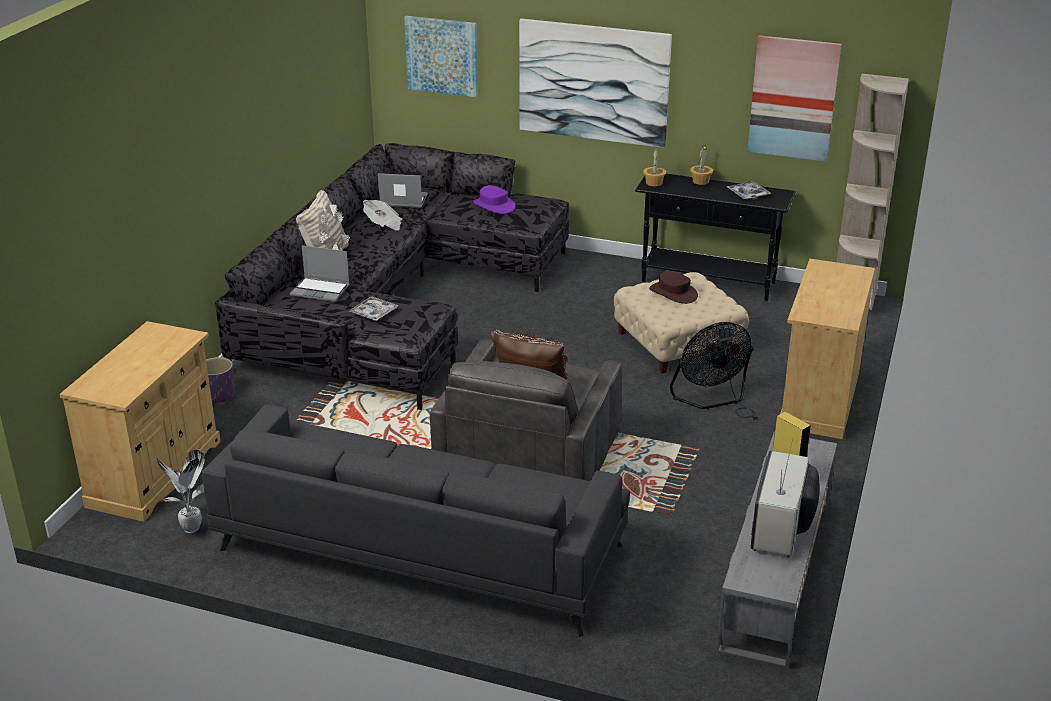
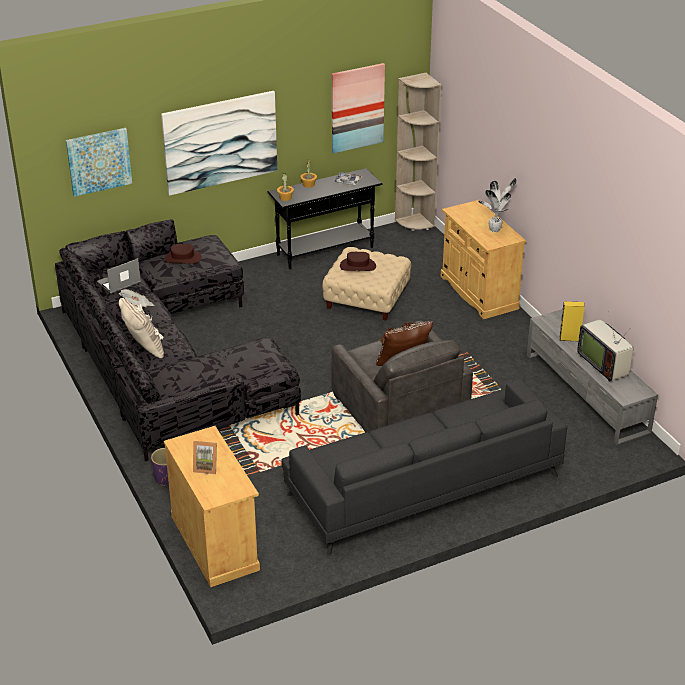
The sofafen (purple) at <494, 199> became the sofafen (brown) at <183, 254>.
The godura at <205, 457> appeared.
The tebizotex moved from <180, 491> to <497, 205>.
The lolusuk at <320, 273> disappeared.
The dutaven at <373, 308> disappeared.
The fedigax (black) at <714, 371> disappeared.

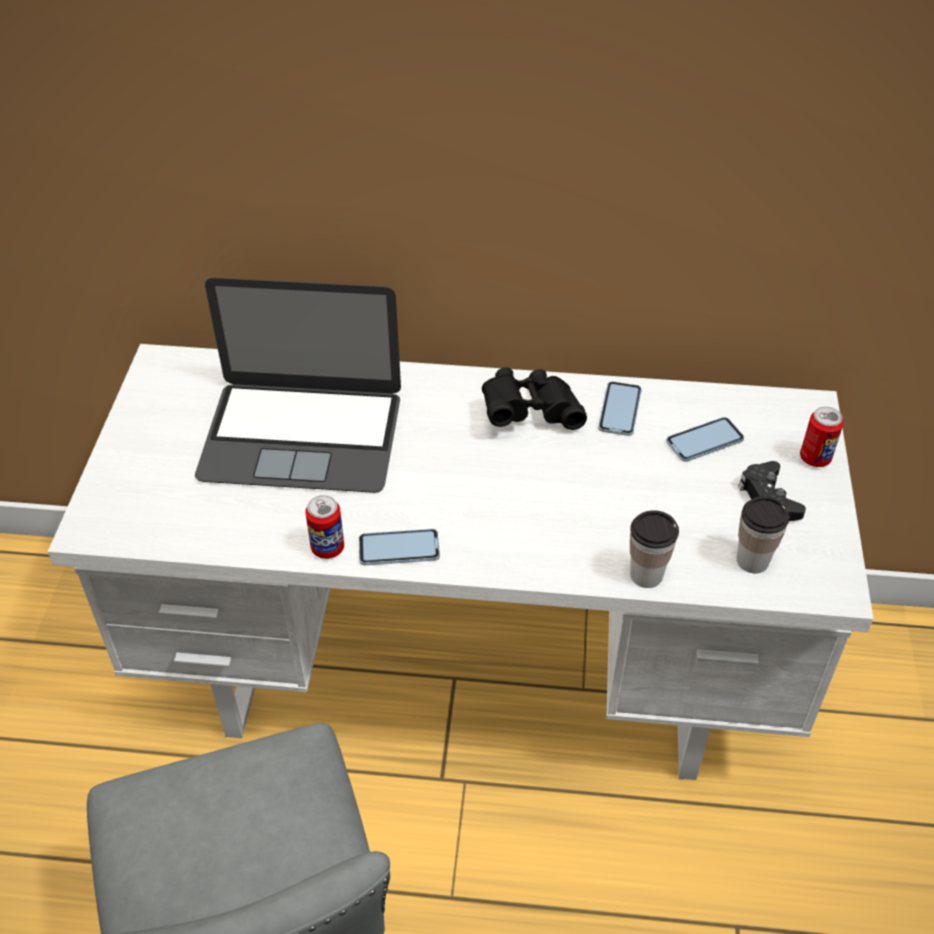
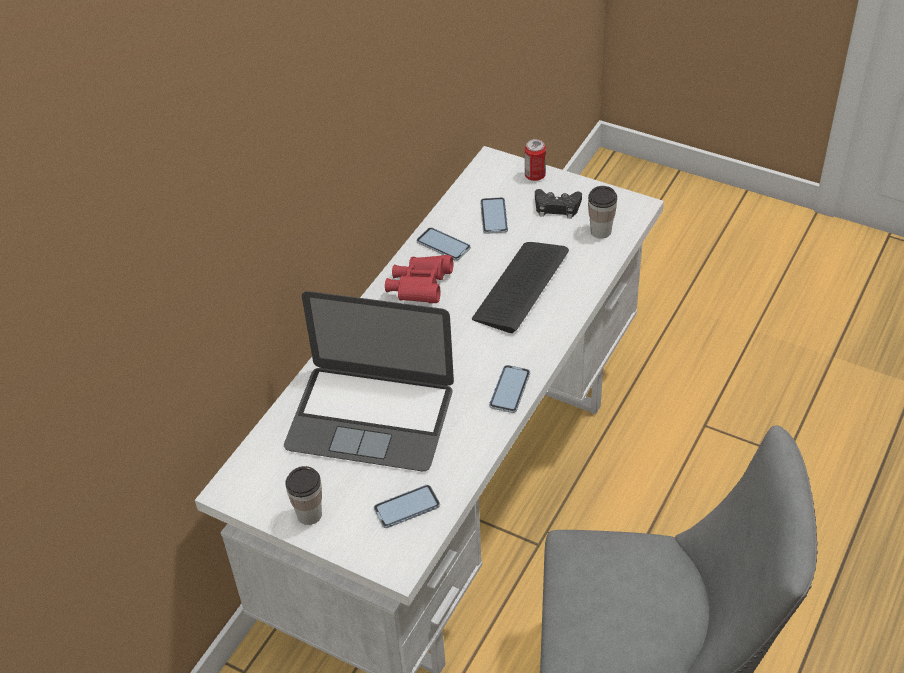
The lolusuk at <298, 385> turned 75 degrees clockwise.
The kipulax moved from <654, 549> to <303, 495>.
The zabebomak at <406, 506> appeared.
The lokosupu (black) at <534, 398> became the lokosupu (red) at <419, 279>.
The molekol at <520, 287> appeared.
The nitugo at <324, 527> disappeared.

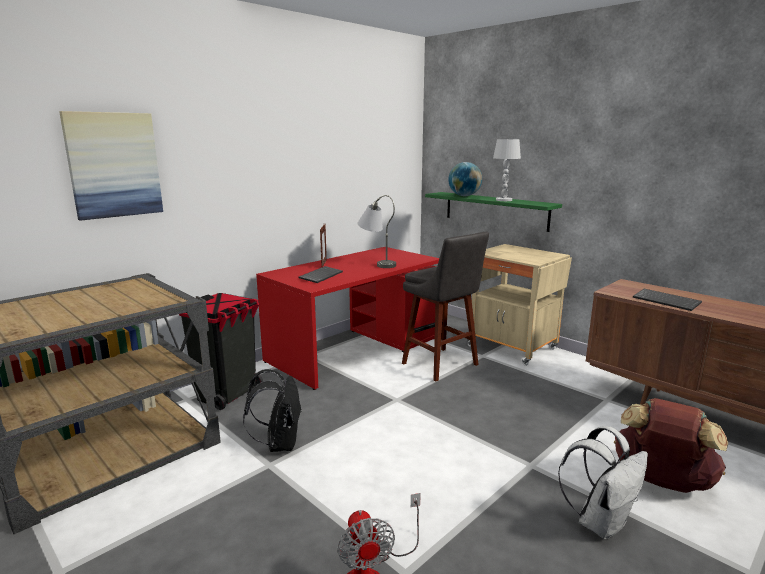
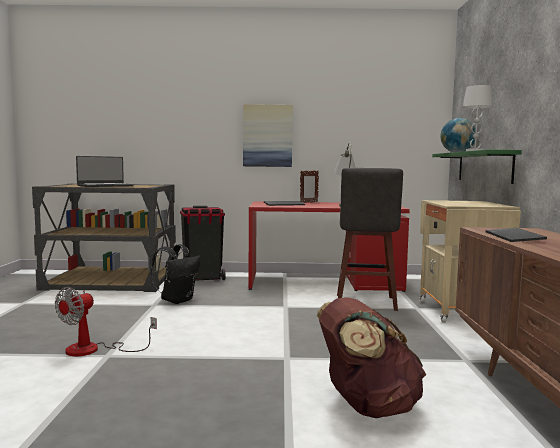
The lolusuk at <105, 171> appeared.
The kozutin moved from <111, 166> to <268, 135>.
The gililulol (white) at <603, 482> disappeared.

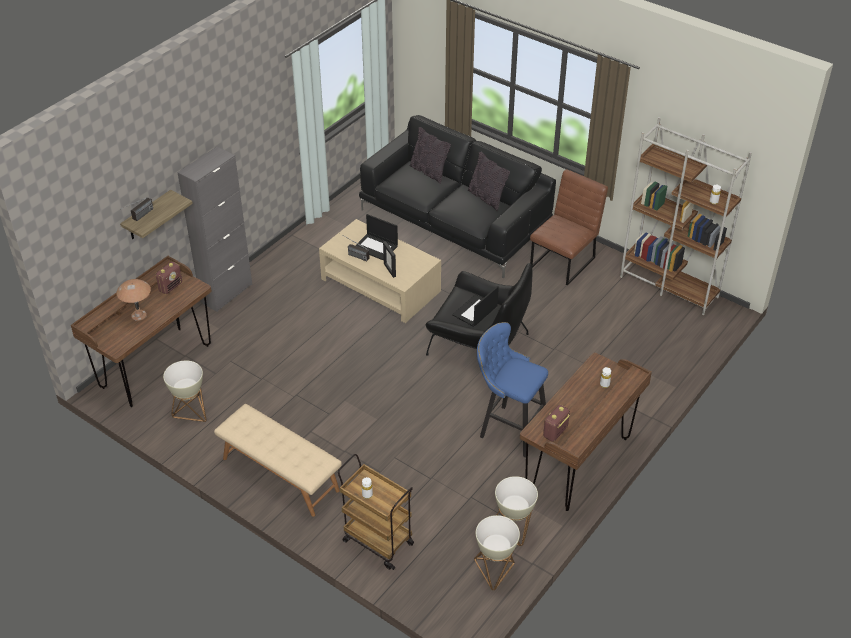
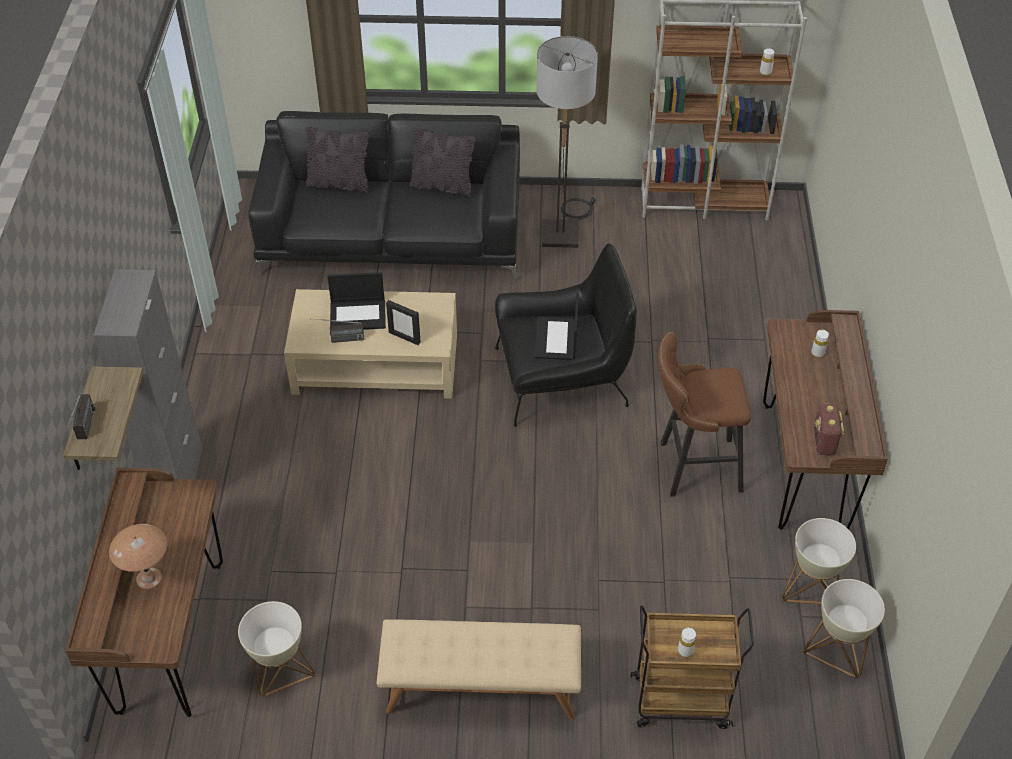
The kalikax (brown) at <569, 227> was replaced by the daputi at <567, 142>.
The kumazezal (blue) at <512, 390> became the kumazezal (brown) at <704, 414>.
The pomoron at <168, 278> disappeared.

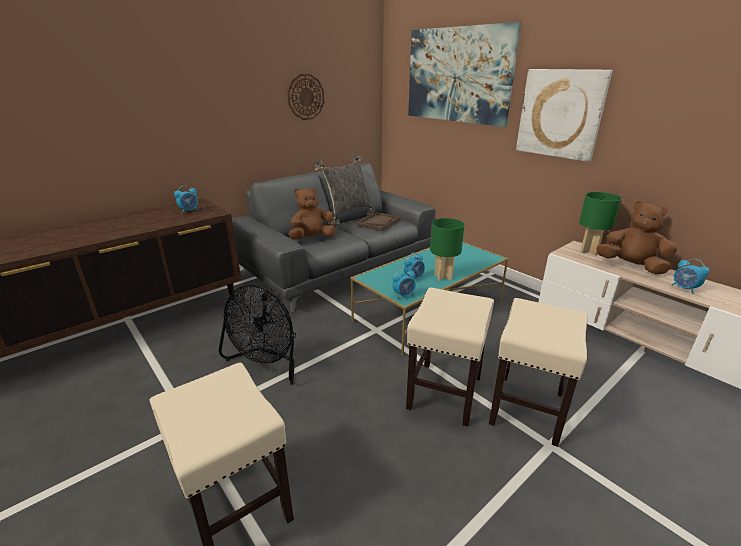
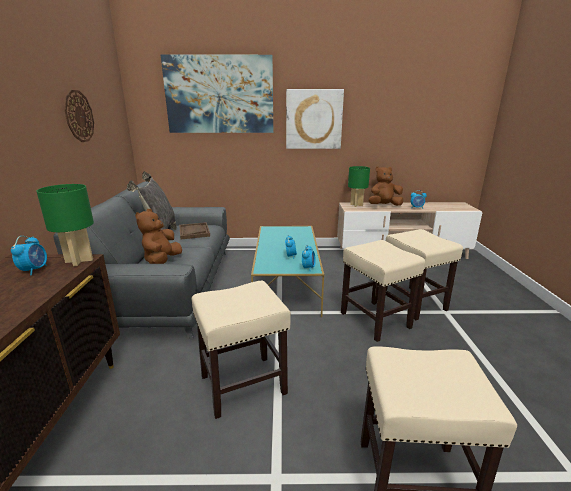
The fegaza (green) moved from <447, 249> to <65, 225>.
The fedigax (black) at <257, 335> was replaced by the kumazezal (beige) at <241, 350>.

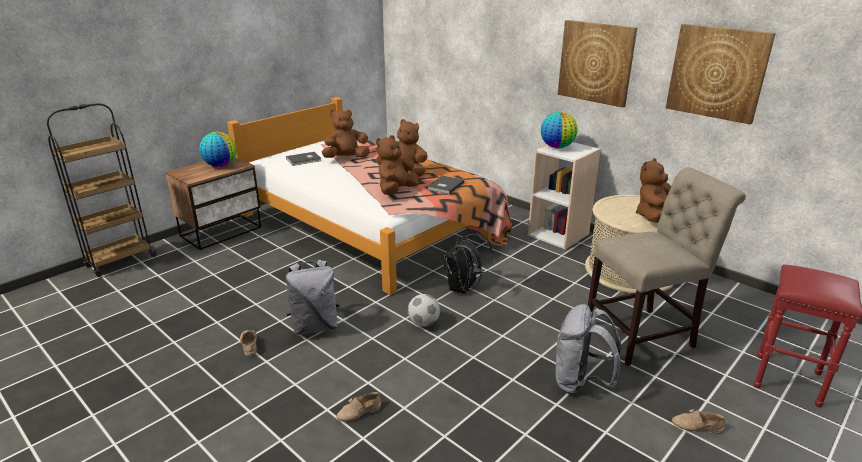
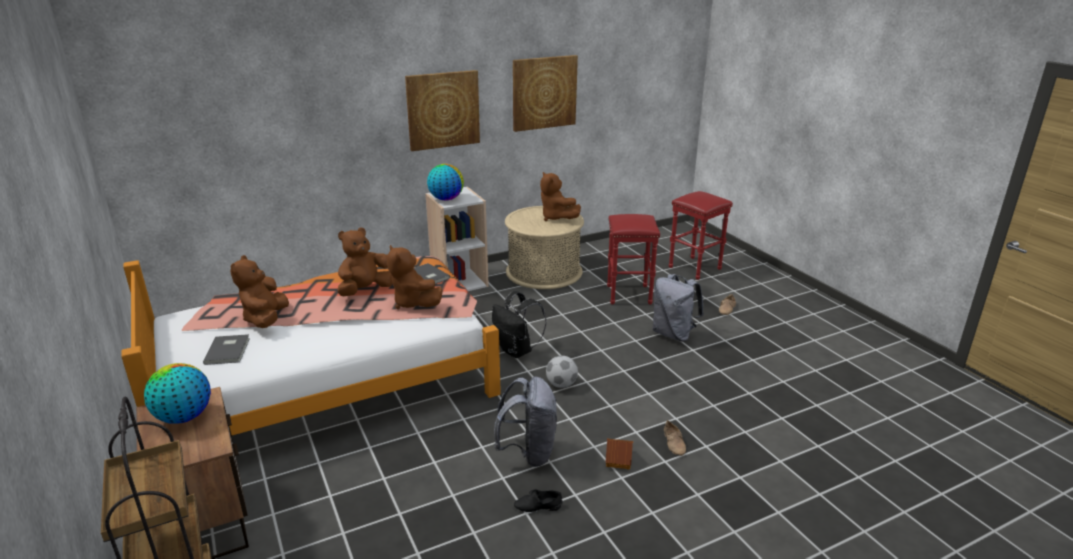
The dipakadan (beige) at <248, 343> became the dipakadan (black) at <538, 500>.
The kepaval at <619, 454> appeared.
The kalikax (beige) at <667, 266> was replaced by the kumazezal (red) at <633, 259>.

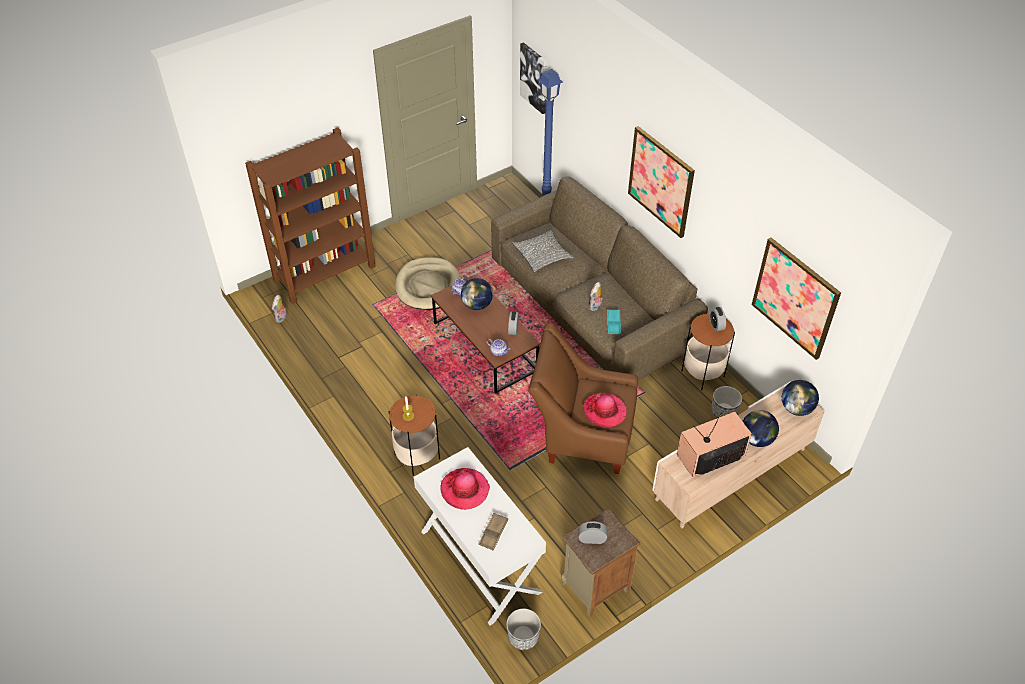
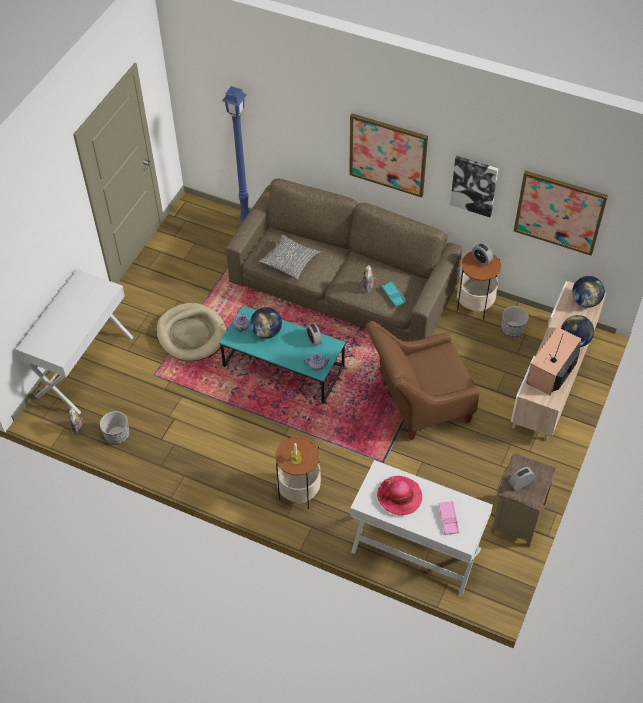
The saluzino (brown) at <310, 215> was replaced by the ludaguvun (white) at <74, 342>.
The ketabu moved from <523, 629> to <115, 428>.
The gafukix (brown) at <485, 334> became the gafukix (turquoise) at <282, 355>.
The dutaven (brown) at <493, 531> became the dutaven (pink) at <449, 518>.
The kozutin moved from <533, 78> to <474, 186>.
The sofafen at <605, 410> disappeared.

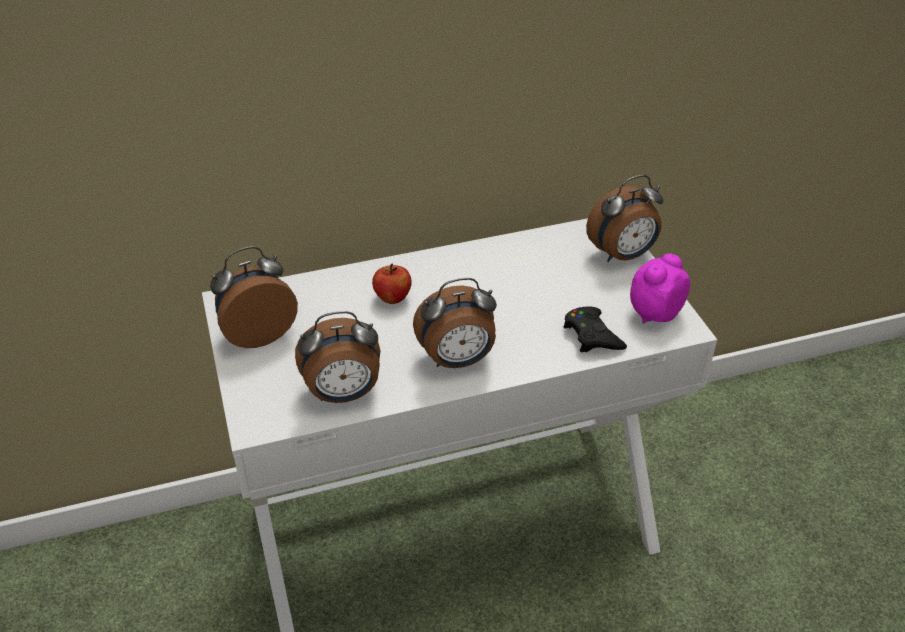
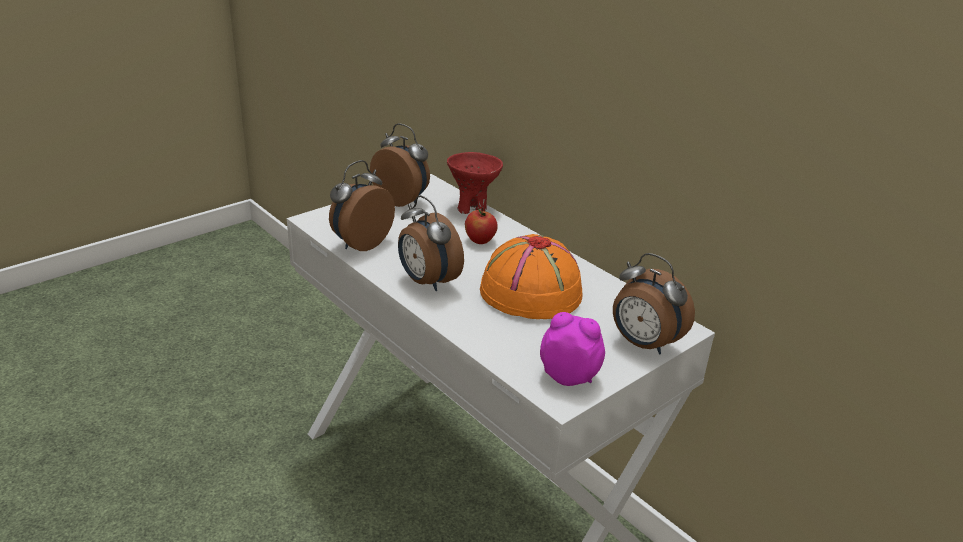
The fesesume at <337, 357> turned 75 degrees clockwise.
The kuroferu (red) at <475, 183> appeared.
The sofafen (orange) at <531, 276> appeared.
The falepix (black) at <595, 329> disappeared.

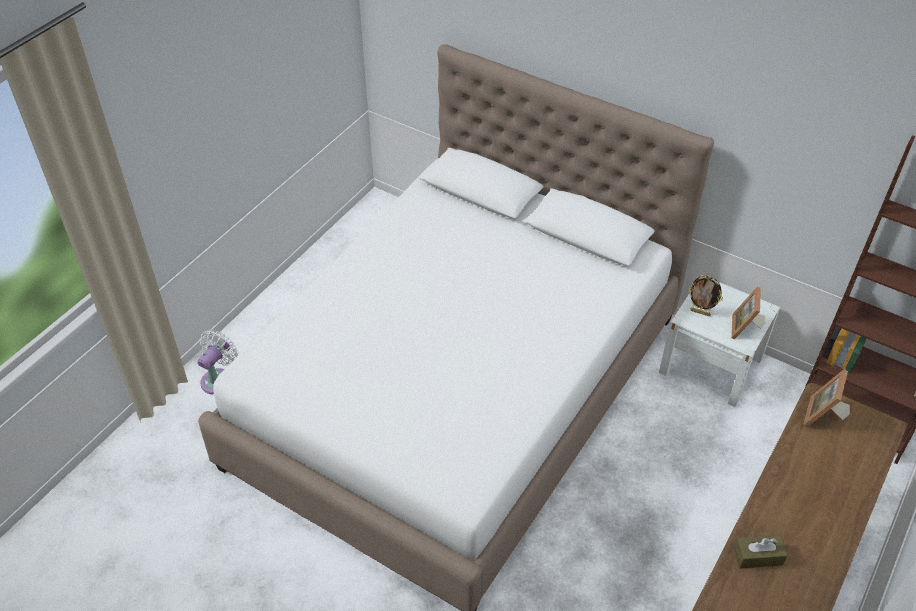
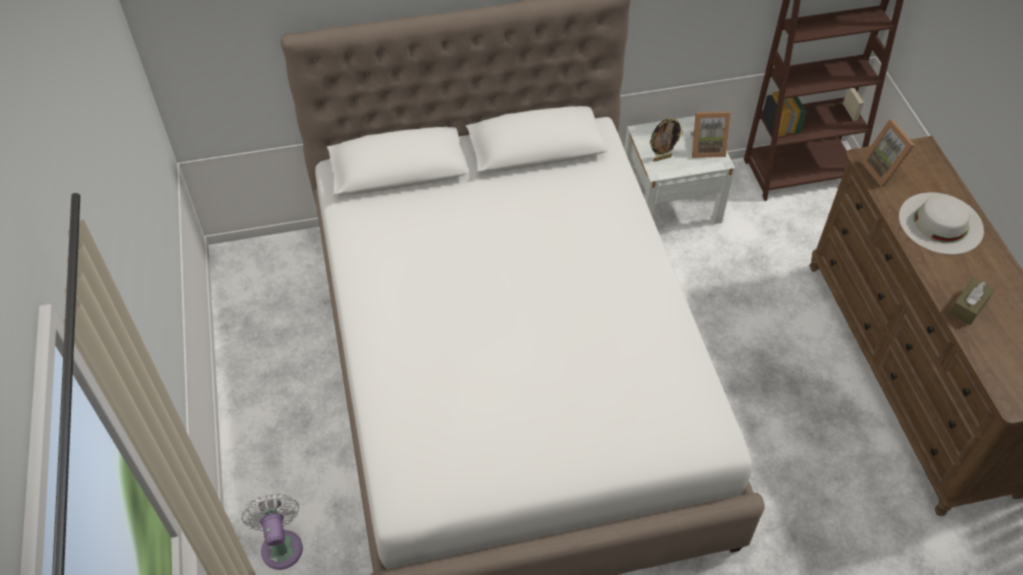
The godura at <748, 313> turned 60 degrees counterclockwise.
The sofafen (white) at <941, 223> appeared.

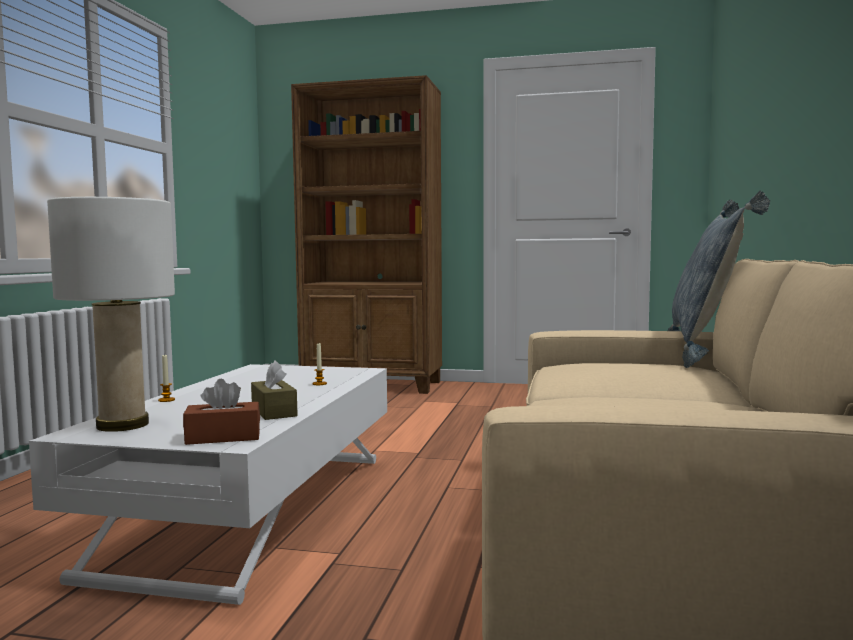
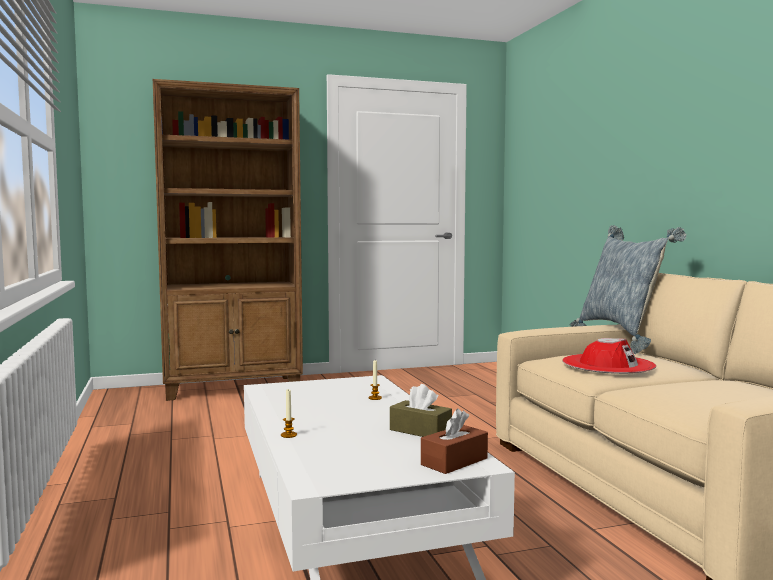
The sofafen (red) at <609, 356> appeared.
The fegaza (white) at <111, 314> disappeared.

